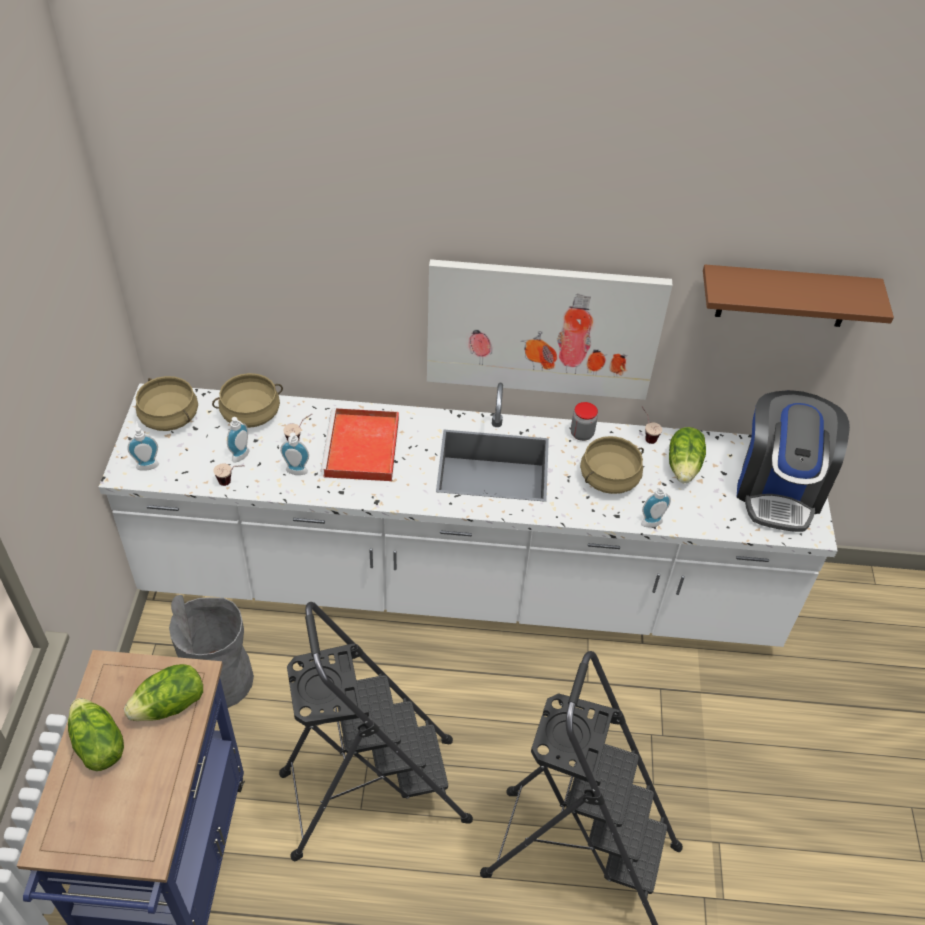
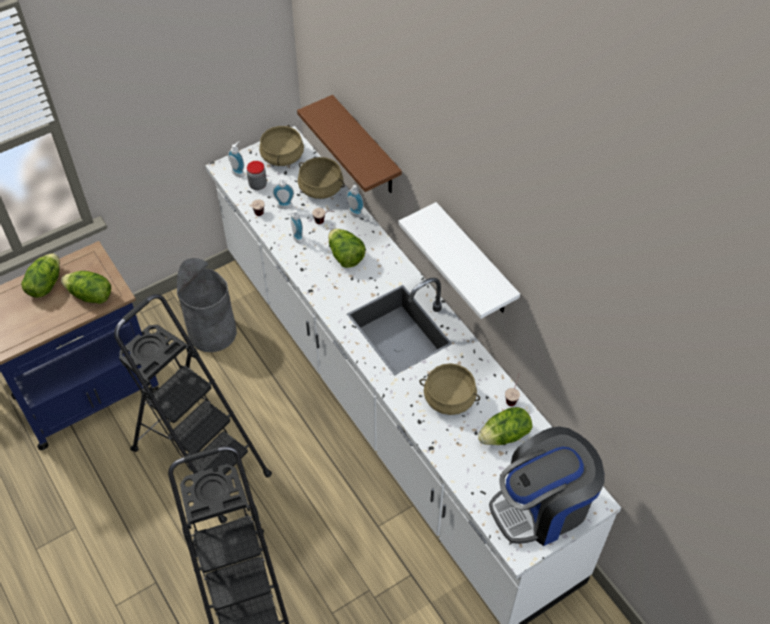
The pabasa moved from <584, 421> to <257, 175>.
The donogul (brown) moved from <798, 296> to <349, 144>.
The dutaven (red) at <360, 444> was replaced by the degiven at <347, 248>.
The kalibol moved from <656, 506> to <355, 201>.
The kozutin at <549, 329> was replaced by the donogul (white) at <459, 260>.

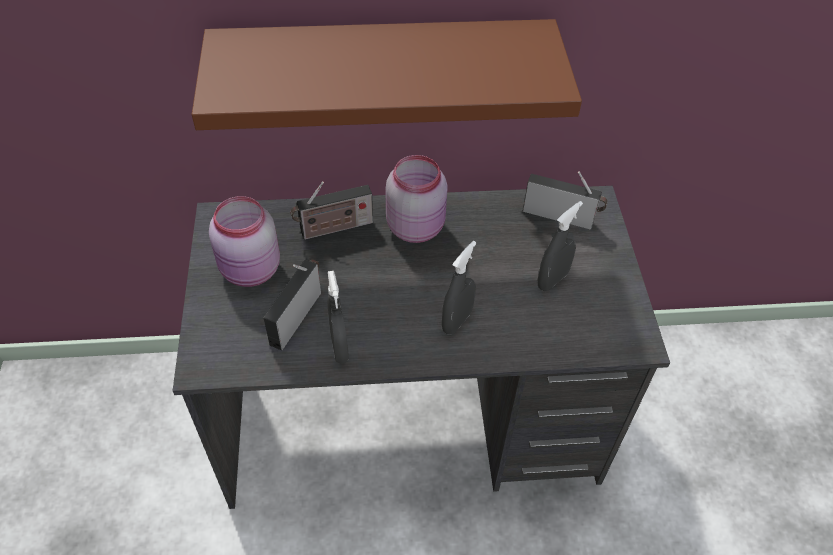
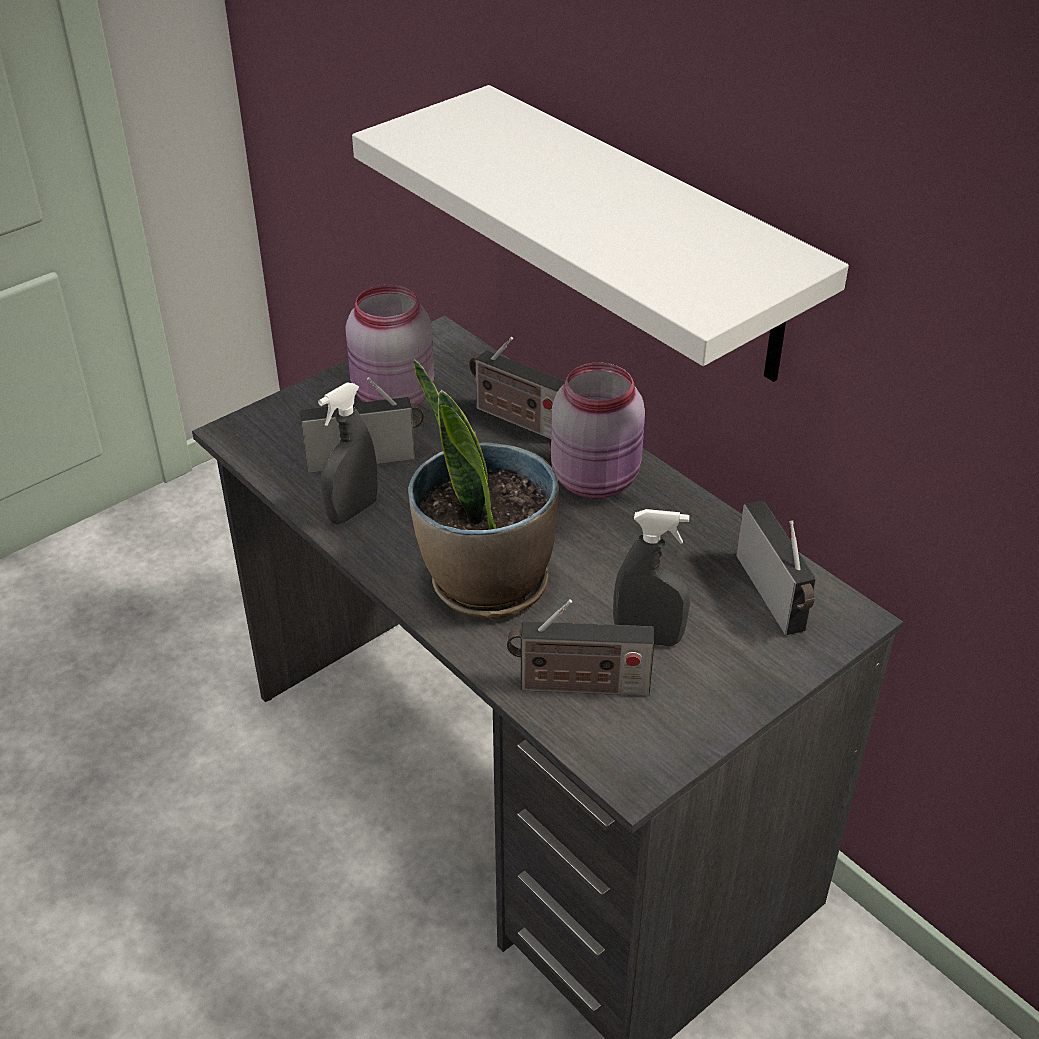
The donogul (brown) at <386, 74> became the donogul (white) at <600, 233>.
The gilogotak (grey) at <459, 288> was replaced by the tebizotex at <483, 489>.
The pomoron at <580, 647> appeared.

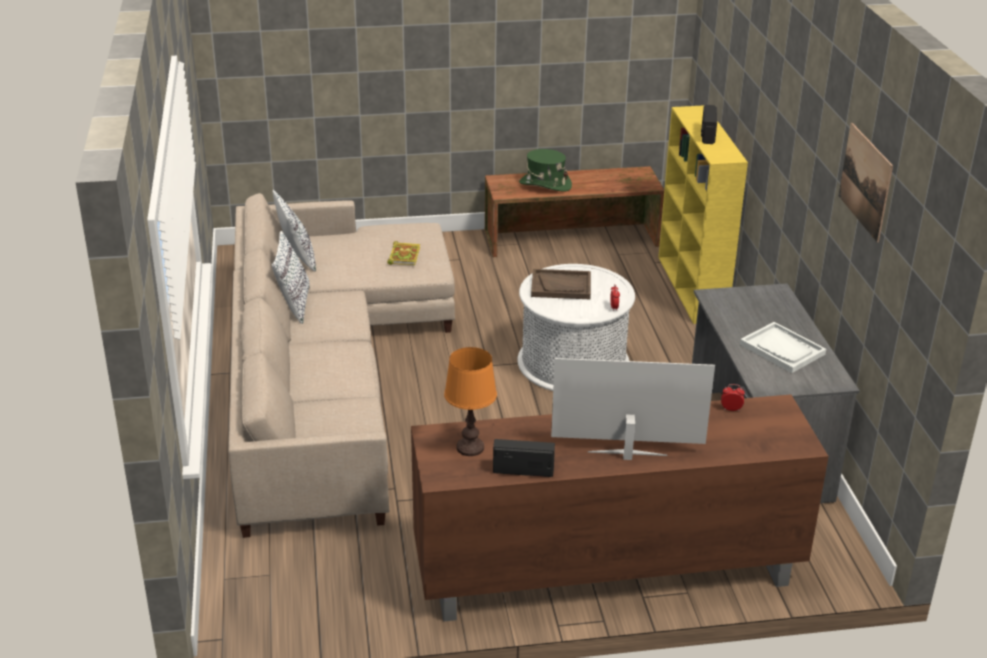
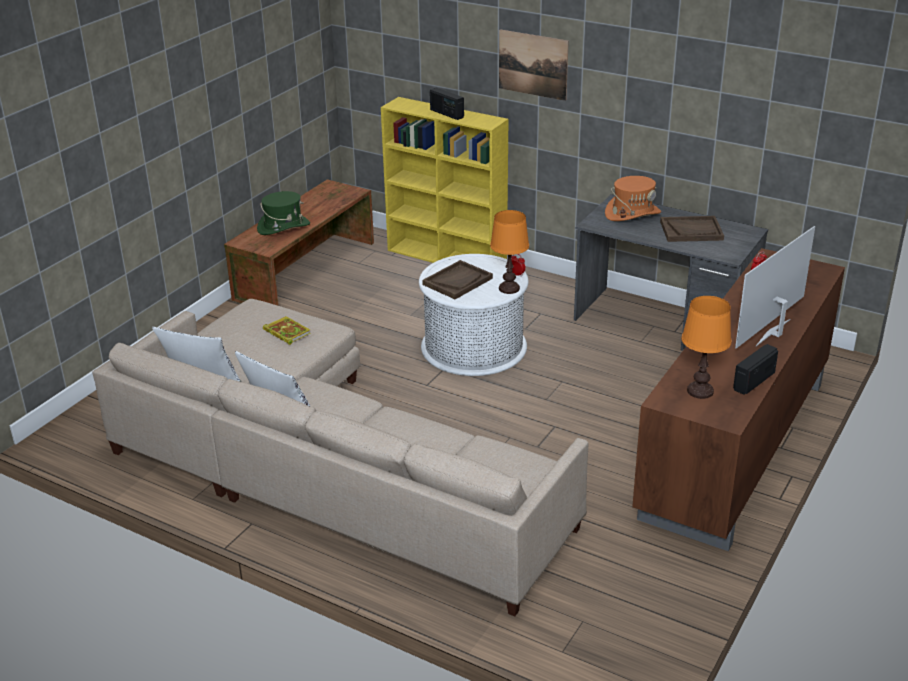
The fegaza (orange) at <509, 252> appeared.
The kozutin moved from <866, 182> to <534, 65>.
The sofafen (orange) at <633, 198> appeared.
The dutaven (white) at <783, 347> became the dutaven (brown) at <692, 229>.

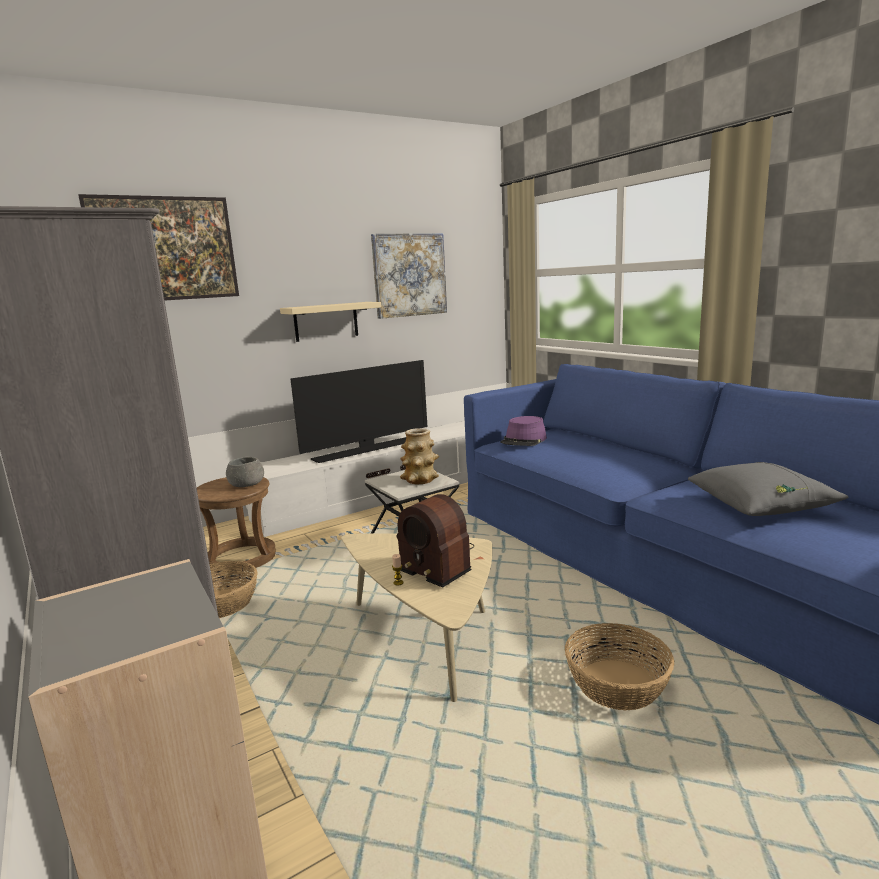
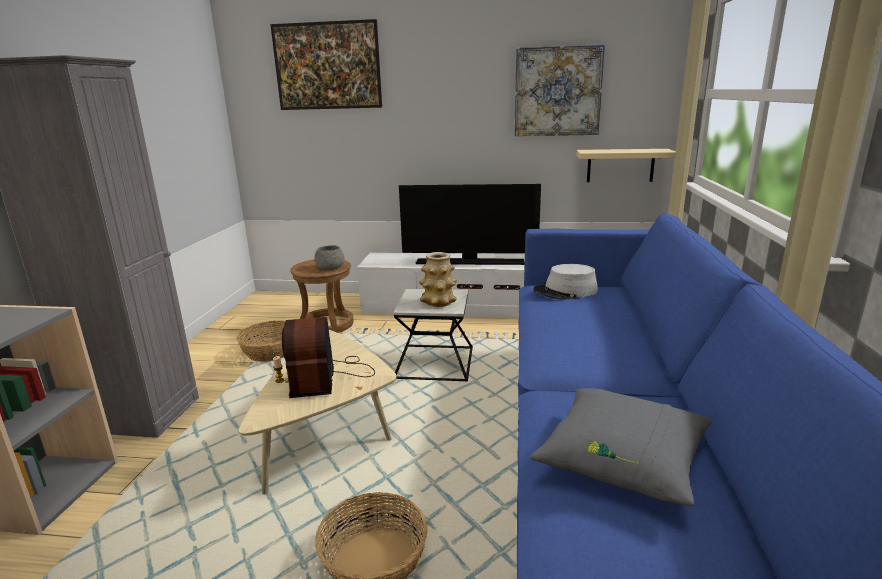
The sofafen (purple) at <523, 431> became the sofafen (grey) at <565, 282>.
The donogul (beige) moved from <330, 322> to <626, 165>.

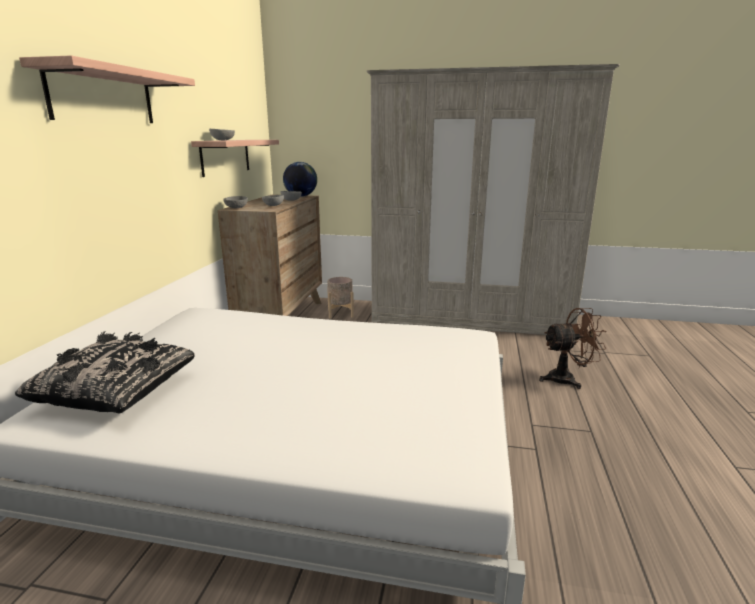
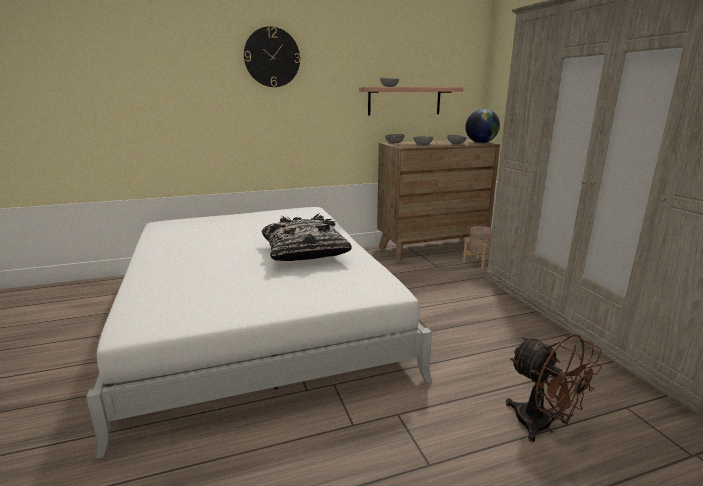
The donogul at <107, 89> was replaced by the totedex at <272, 56>.
The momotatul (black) moved from <105, 372> to <307, 237>.

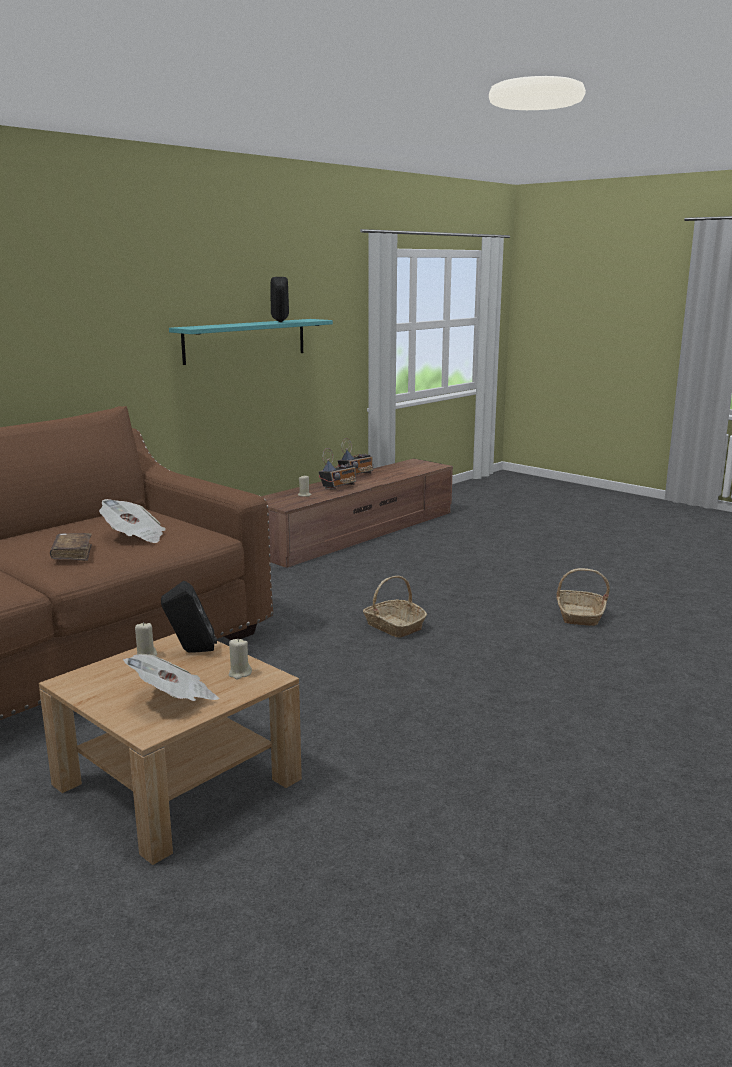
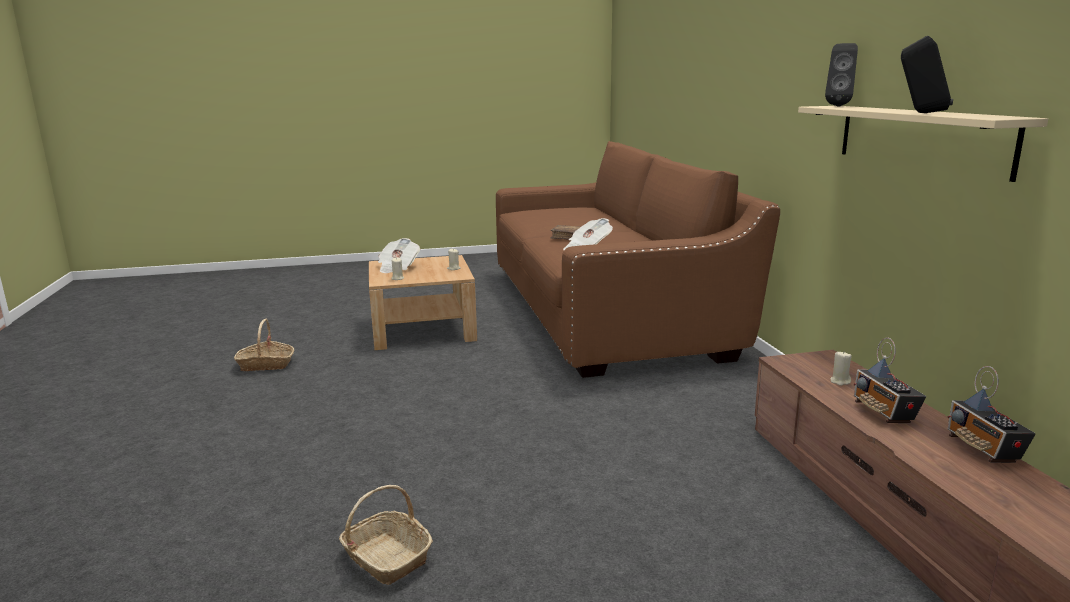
The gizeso moved from <395, 607> to <264, 344>.
The donogul (turquoise) at <251, 342> became the donogul (beige) at <923, 144>.
The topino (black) moved from <189, 617> to <841, 74>.

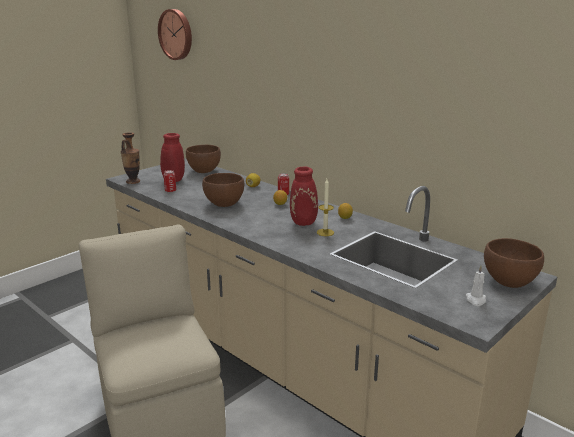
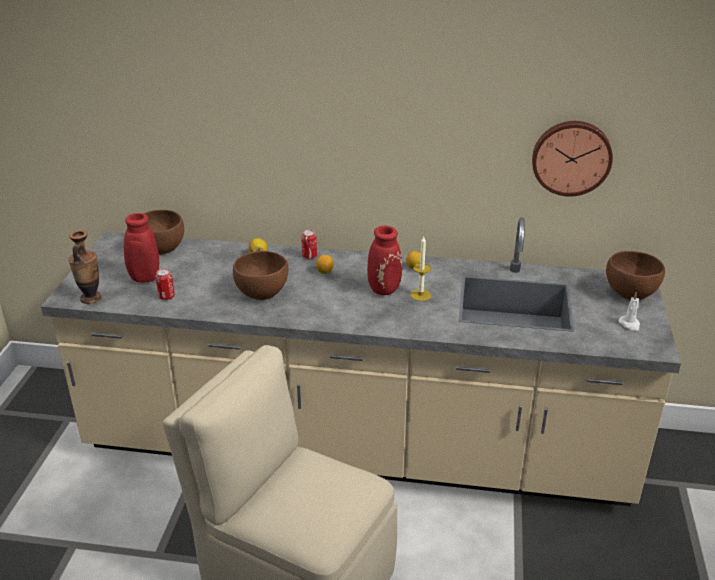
The totedex moved from <175, 34> to <572, 159>.

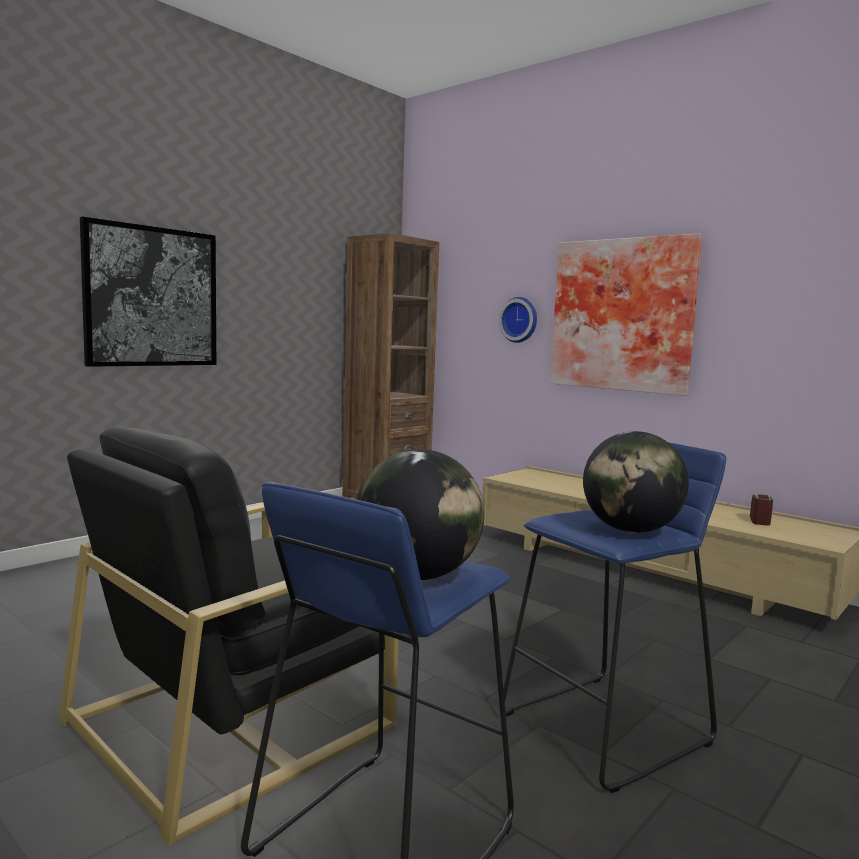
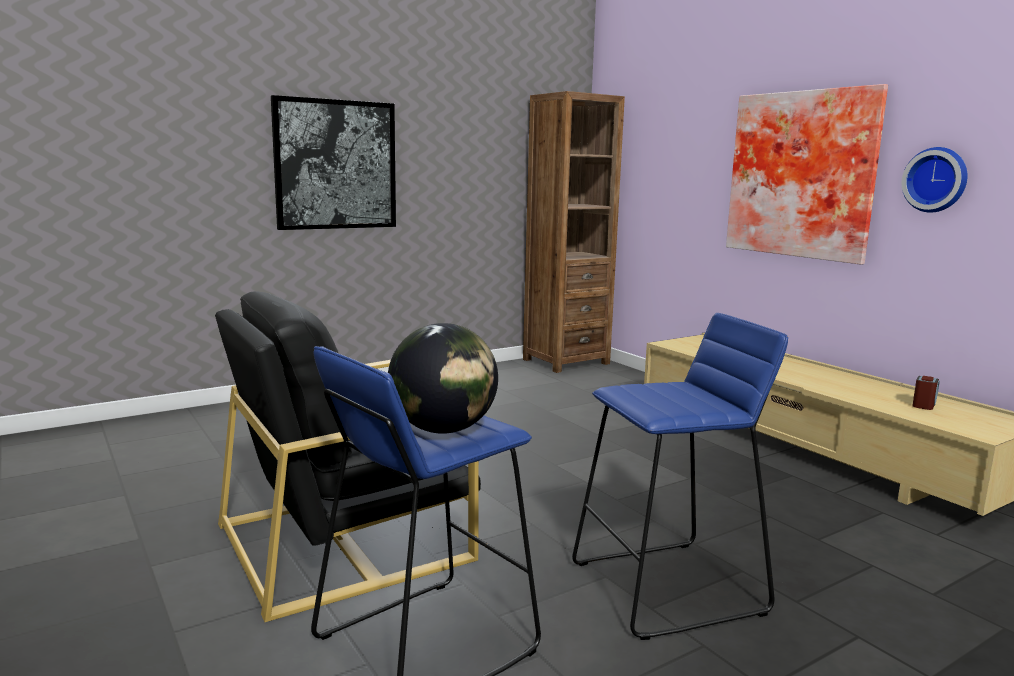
The totedex moved from <518, 320> to <935, 180>.
The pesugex at <636, 482> disappeared.

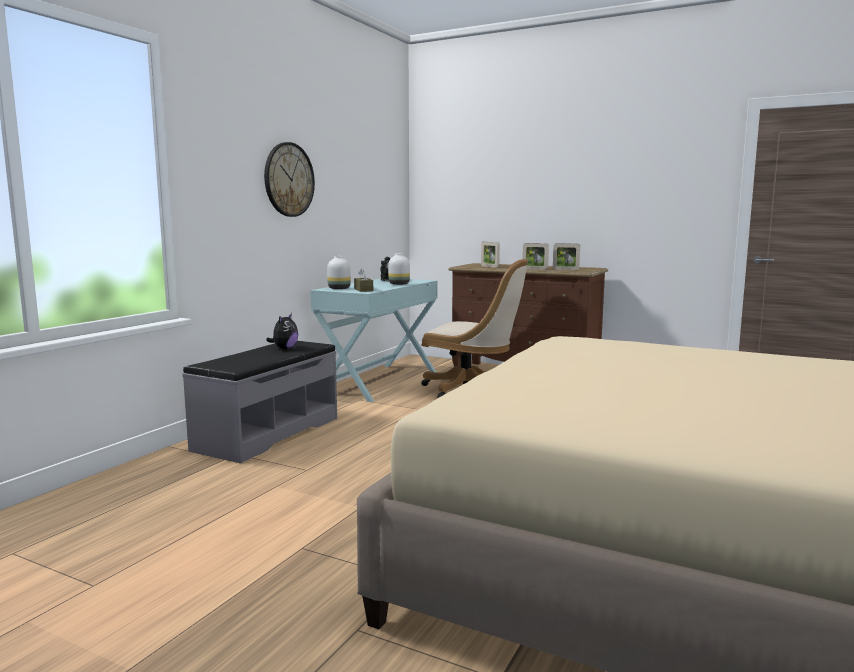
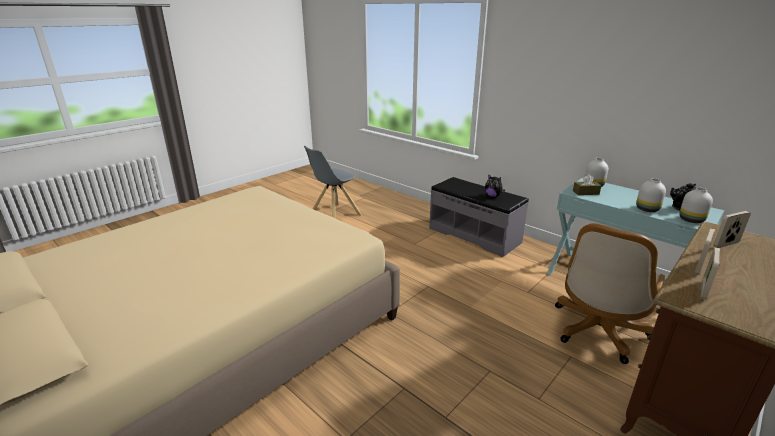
The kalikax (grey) at <332, 182> appeared.
The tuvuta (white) at <696, 205> appeared.
The totedex at <289, 179> disappeared.

